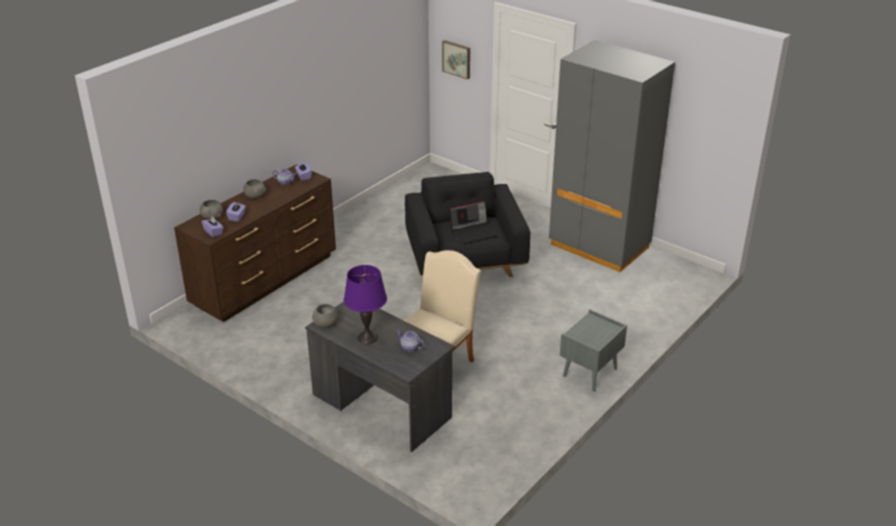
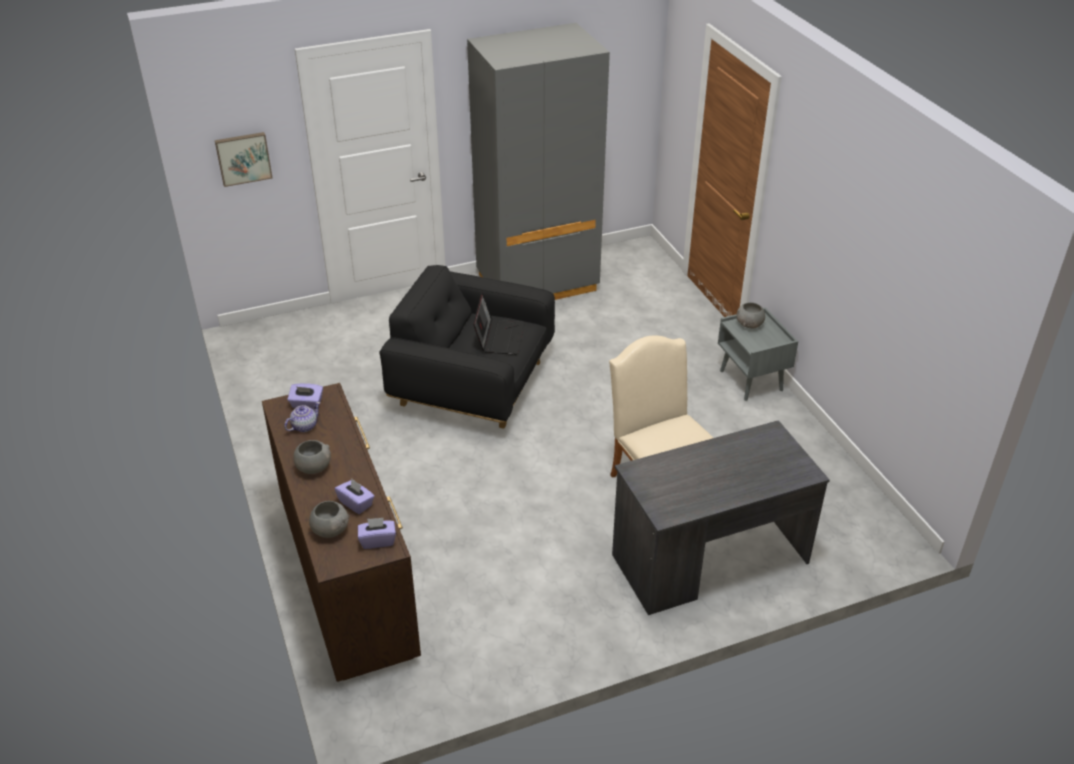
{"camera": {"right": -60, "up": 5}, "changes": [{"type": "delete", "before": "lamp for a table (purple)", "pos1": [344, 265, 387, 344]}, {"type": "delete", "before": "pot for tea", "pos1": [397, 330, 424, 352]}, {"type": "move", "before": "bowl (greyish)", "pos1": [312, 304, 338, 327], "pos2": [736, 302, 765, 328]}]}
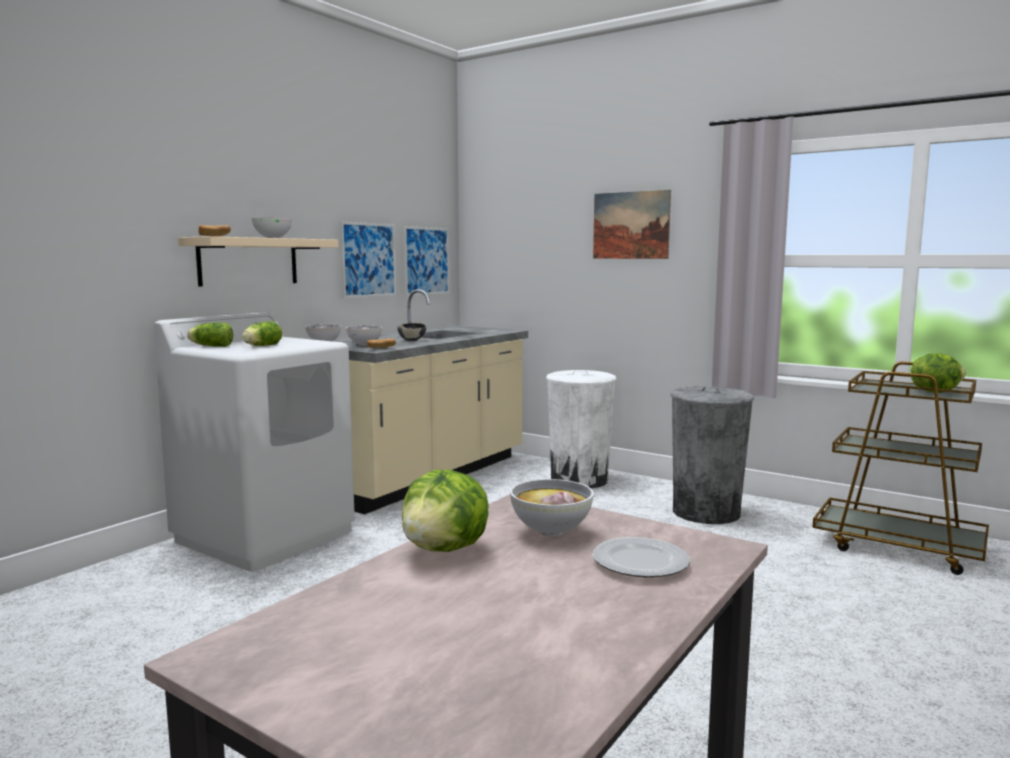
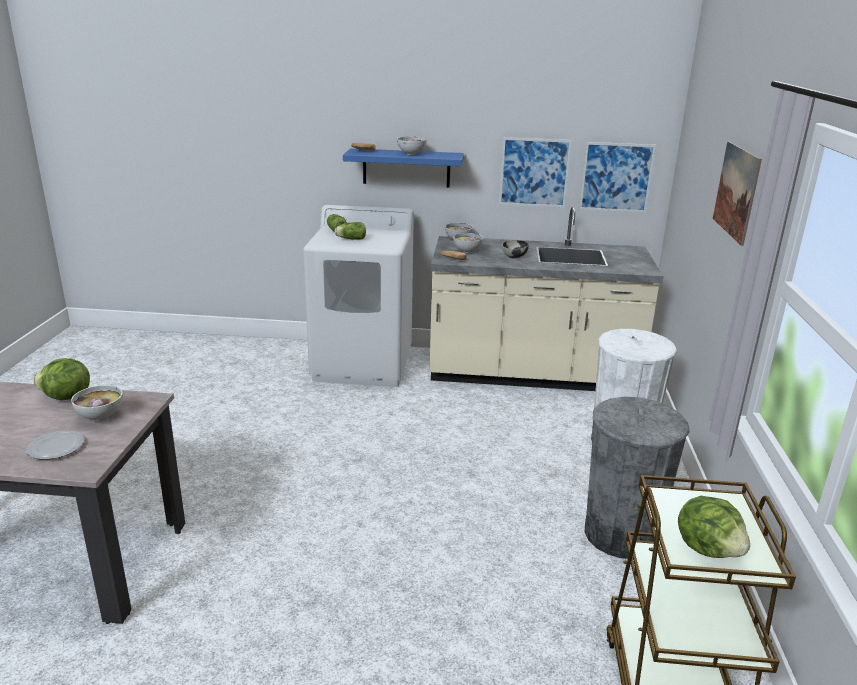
{"camera": {"right": 60, "up": 15}, "changes": [{"type": "recolor", "before": "wall shelf (sand-coloured)", "after": "wall shelf (blue)", "pos1": [178, 236, 339, 287], "pos2": [343, 148, 464, 188]}]}
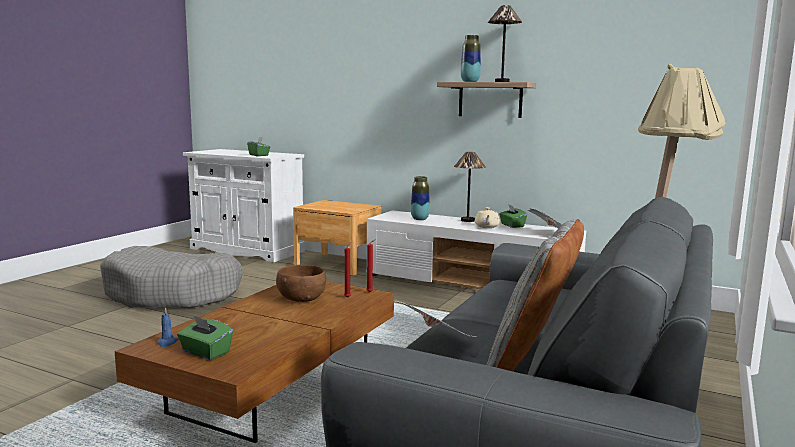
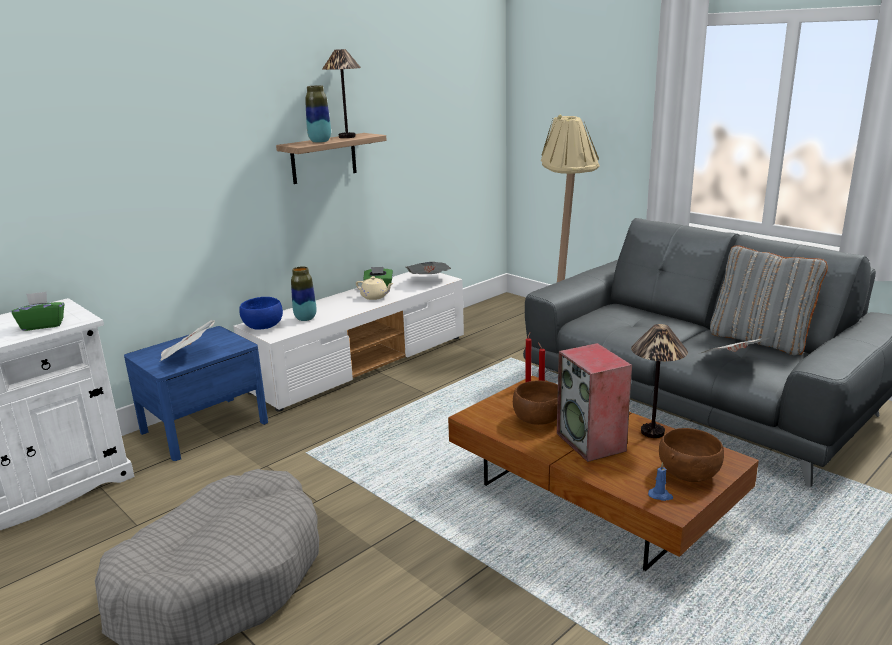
{"camera": {"right": -70, "up": 10}, "changes": [{"type": "insert", "after": "daily paper", "pos2": [160, 320, 215, 361]}, {"type": "insert", "after": "bowl (blue)", "pos2": [239, 297, 283, 329]}, {"type": "insert", "after": "speaker", "pos2": [557, 343, 632, 462]}, {"type": "move", "before": "lamp for a table", "pos1": [454, 152, 486, 222], "pos2": [631, 324, 688, 438]}, {"type": "replace", "before": "tissue holder (green)", "after": "bowl (brownish)", "pos1": [177, 315, 233, 360], "pos2": [659, 428, 724, 482]}, {"type": "recolor", "before": "bedside table (brownish)", "after": "bedside table (blue)", "pos1": [293, 200, 382, 276], "pos2": [124, 326, 268, 461]}]}
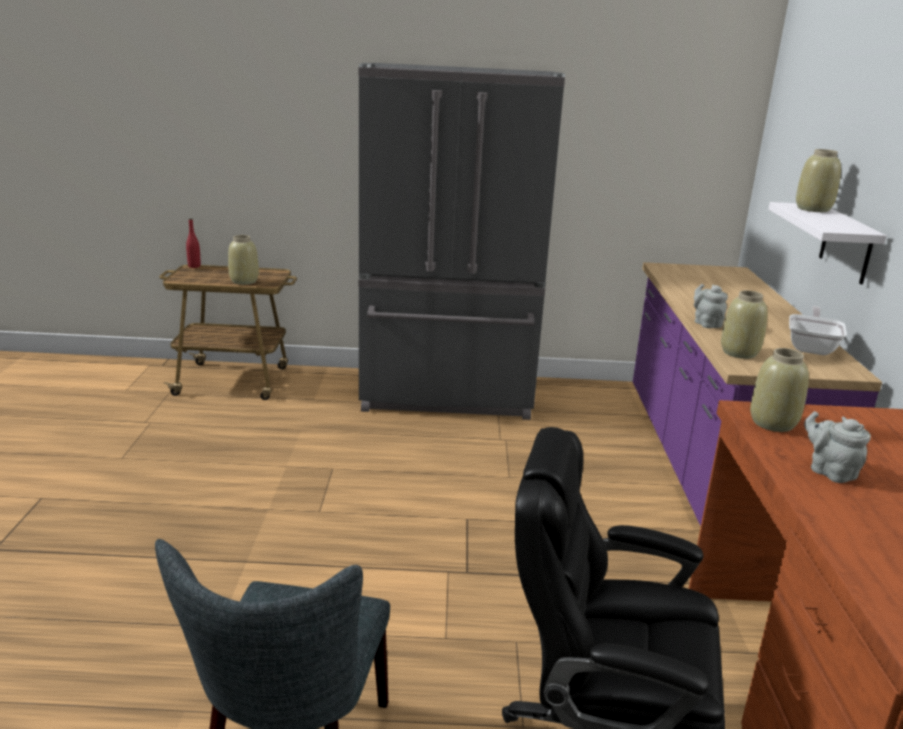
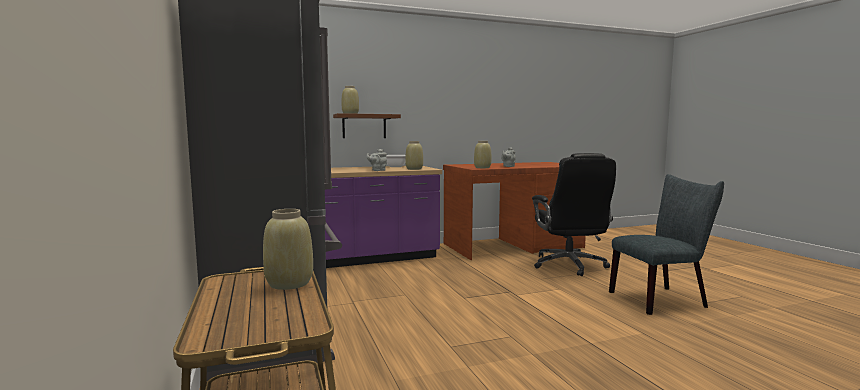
{"camera": {"right": -110, "up": -15}, "changes": [{"type": "delete", "before": "beverage bottle (reddish)", "pos1": [186, 218, 201, 268]}, {"type": "recolor", "before": "wall shelf (white-coloured)", "after": "wall shelf (brownish)", "pos1": [768, 202, 887, 285], "pos2": [333, 113, 401, 138]}]}
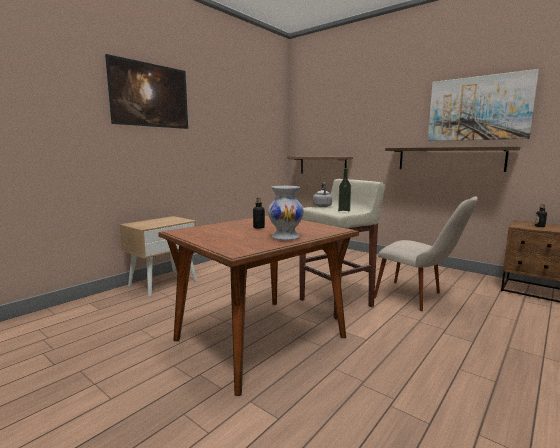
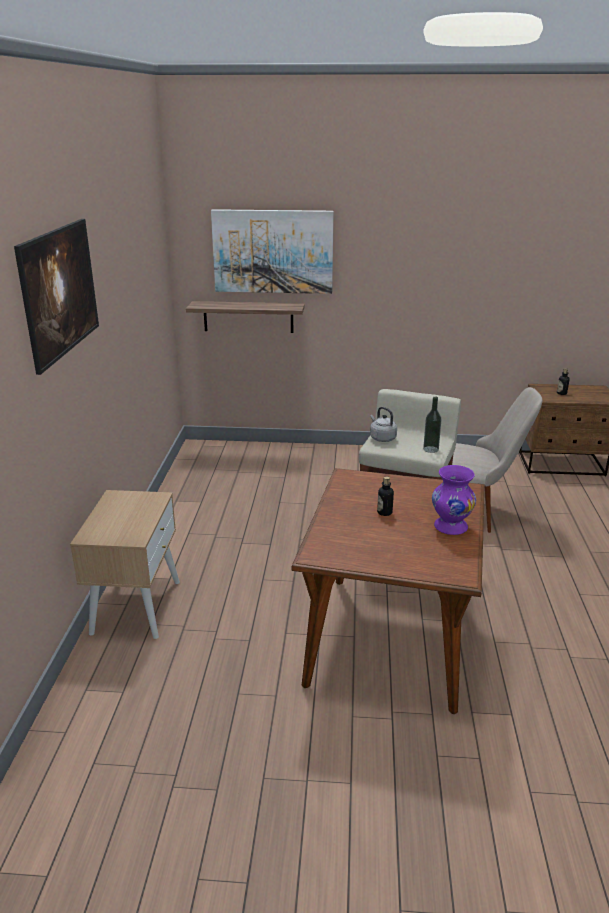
{"camera": {"right": -35, "up": 15}, "changes": [{"type": "delete", "before": "wall shelf", "pos1": [385, 146, 520, 172]}, {"type": "move", "before": "wall art", "pos1": [428, 69, 539, 141], "pos2": [211, 209, 334, 294]}, {"type": "recolor", "before": "flower vase (white-coloured)", "after": "flower vase (purple)", "pos1": [268, 186, 304, 240], "pos2": [432, 465, 476, 535]}]}
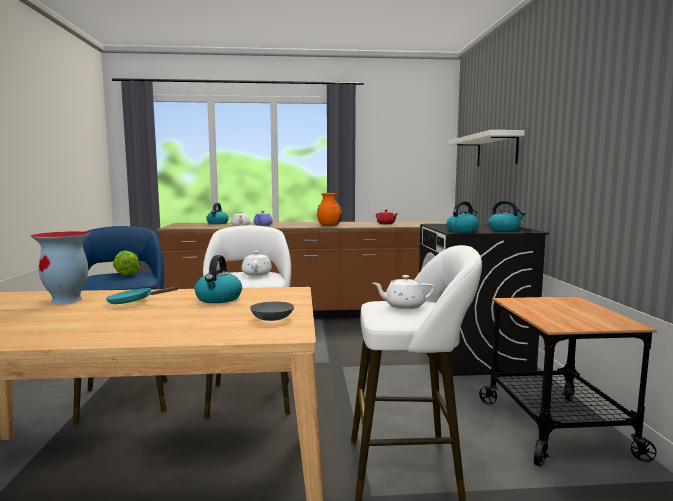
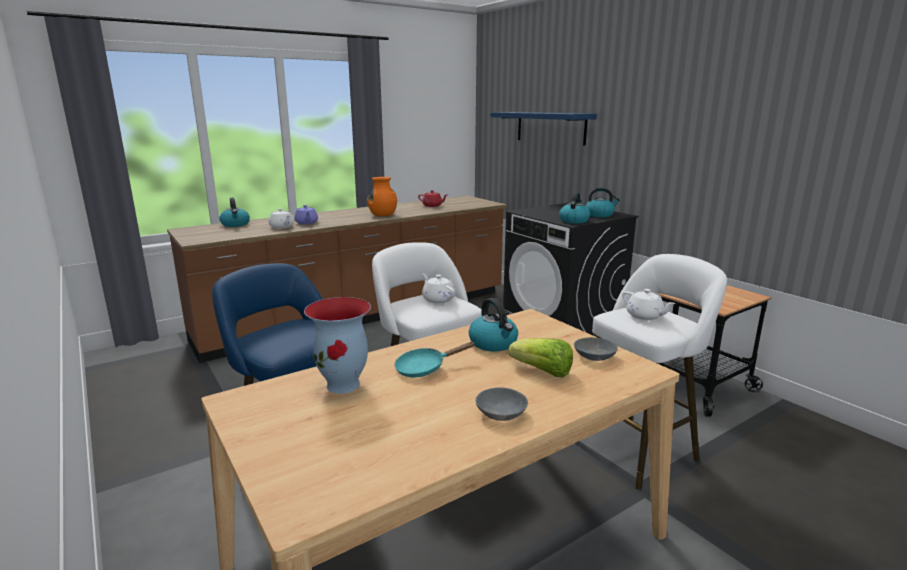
{"camera": {"right": -30, "up": 10}, "changes": [{"type": "insert", "after": "bowl (greyish)", "pos2": [476, 388, 528, 421]}, {"type": "move", "before": "lettuce", "pos1": [113, 251, 140, 276], "pos2": [508, 338, 573, 378]}, {"type": "recolor", "before": "wall shelf (white-coloured)", "after": "wall shelf (blue)", "pos1": [448, 130, 525, 167], "pos2": [490, 112, 597, 145]}, {"type": "rotate", "before": "pot for tea (white-coloured)", "pos1": [372, 275, 435, 309], "pos2": [622, 289, 676, 320], "turn": -90}]}
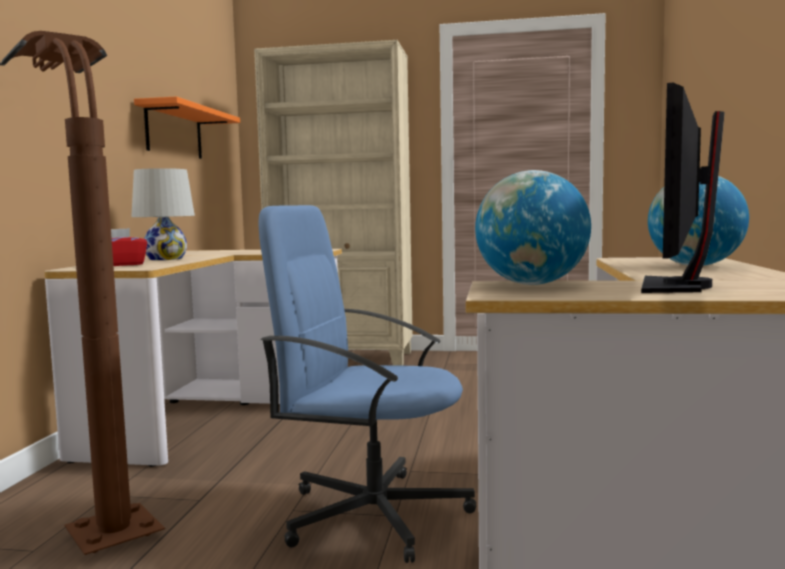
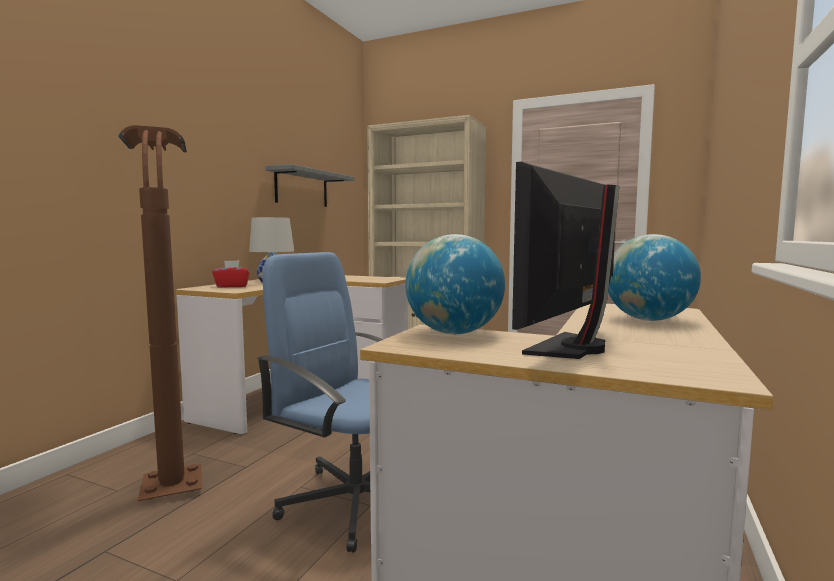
{"camera": {"right": 15, "up": 0}, "changes": [{"type": "recolor", "before": "wall shelf (orange-coloured)", "after": "wall shelf (greyish)", "pos1": [134, 96, 240, 159], "pos2": [265, 164, 355, 207]}]}
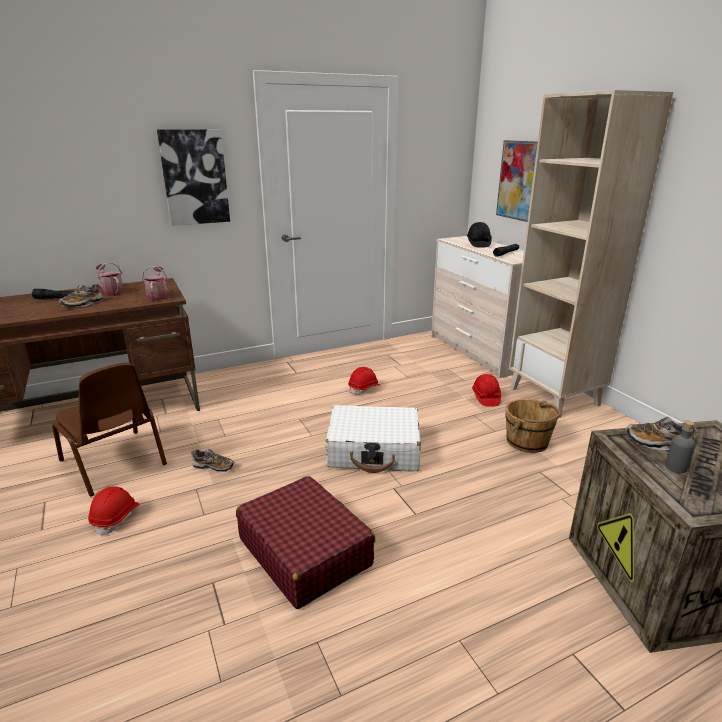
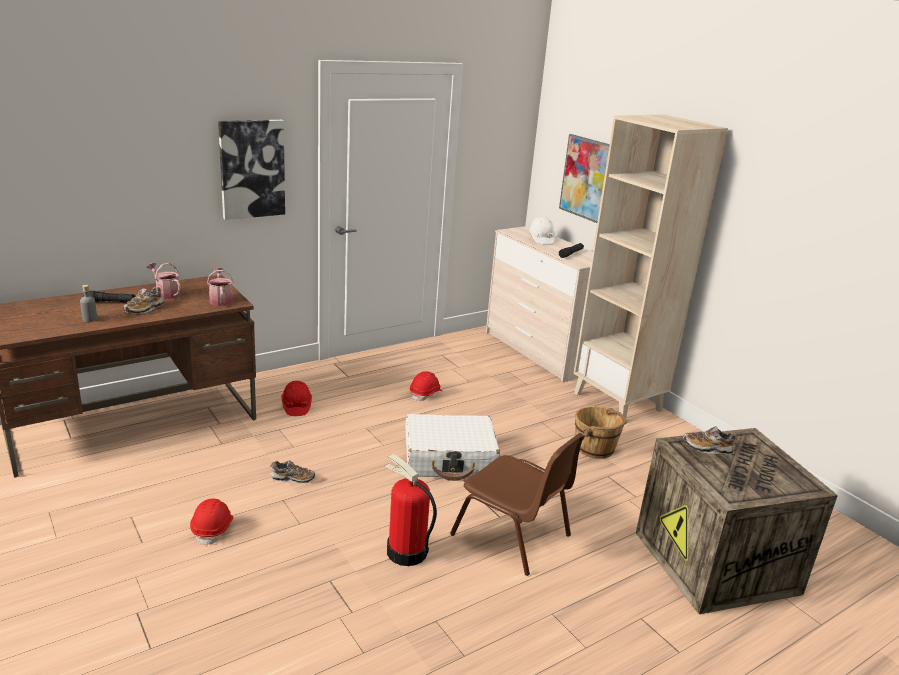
{"camera": {"right": -10, "up": 0}, "changes": [{"type": "move", "before": "plain chair (brownish)", "pos1": [52, 362, 167, 496], "pos2": [450, 433, 585, 576]}, {"type": "move", "before": "work helmet (reddish)", "pos1": [472, 374, 501, 407], "pos2": [282, 381, 312, 416]}, {"type": "move", "before": "beverage bottle (greyish)", "pos1": [665, 420, 695, 473], "pos2": [80, 285, 97, 322]}, {"type": "replace", "before": "piece of luggage (reddish)", "after": "extinguisher", "pos1": [236, 476, 375, 609], "pos2": [385, 454, 437, 566]}, {"type": "recolor", "before": "work helmet (black-coloured)", "after": "work helmet (white-coloured)", "pos1": [467, 222, 492, 247], "pos2": [529, 217, 555, 245]}]}
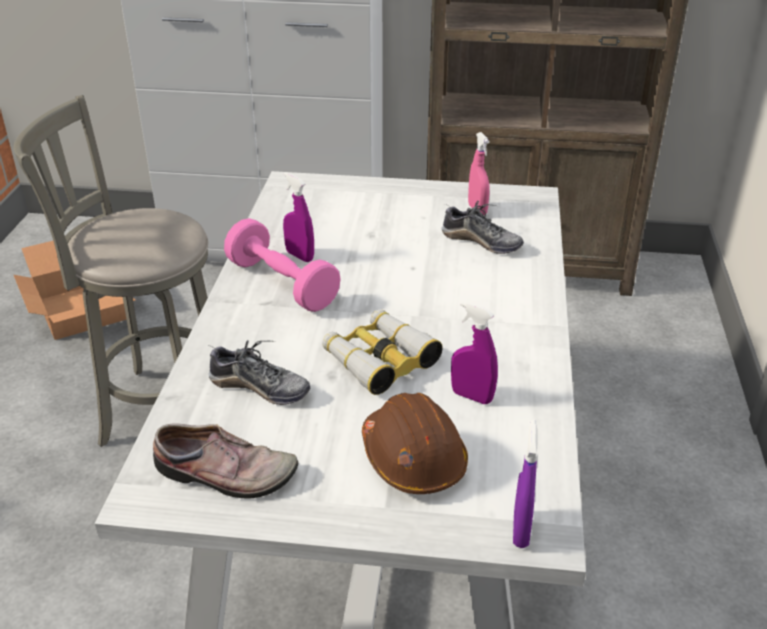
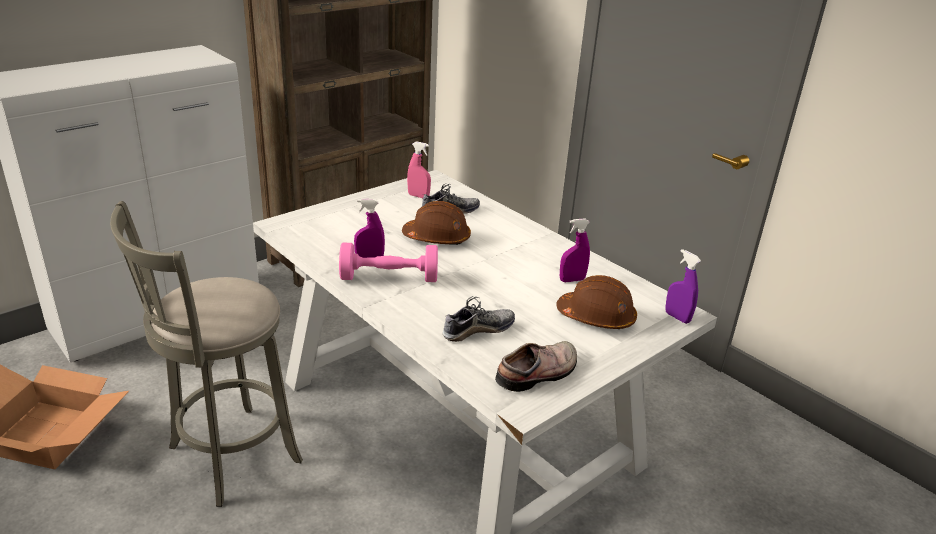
{"camera": {"right": -50, "up": -5}, "changes": [{"type": "delete", "before": "field glasses", "pos1": [322, 309, 443, 395]}, {"type": "insert", "after": "work helmet (brownish)", "pos2": [402, 201, 471, 245]}]}
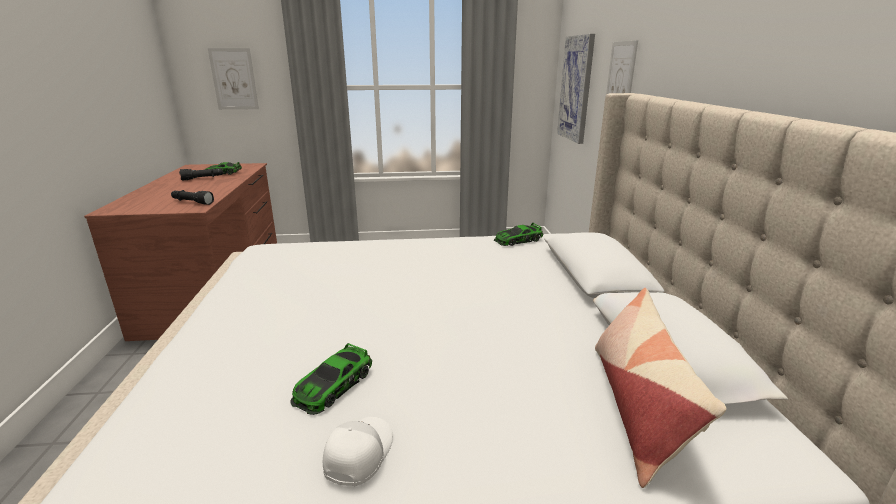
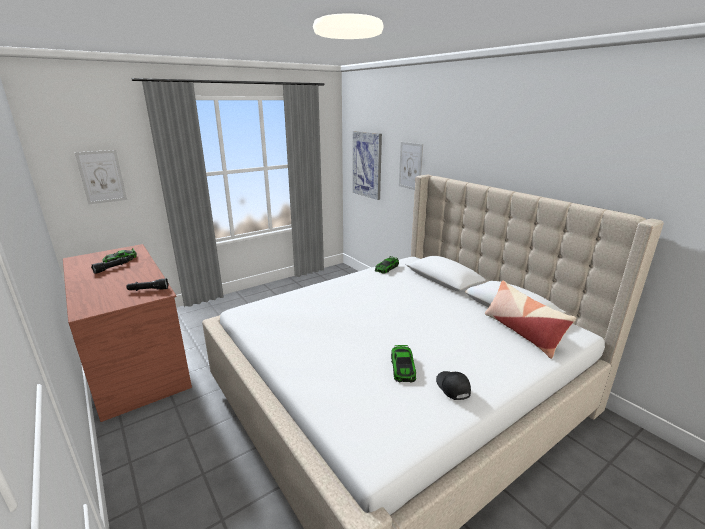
{"camera": {"right": -30, "up": 0}, "changes": [{"type": "recolor", "before": "cap (white-coloured)", "after": "cap (black-coloured)", "pos1": [323, 417, 393, 487], "pos2": [436, 371, 471, 400]}]}
